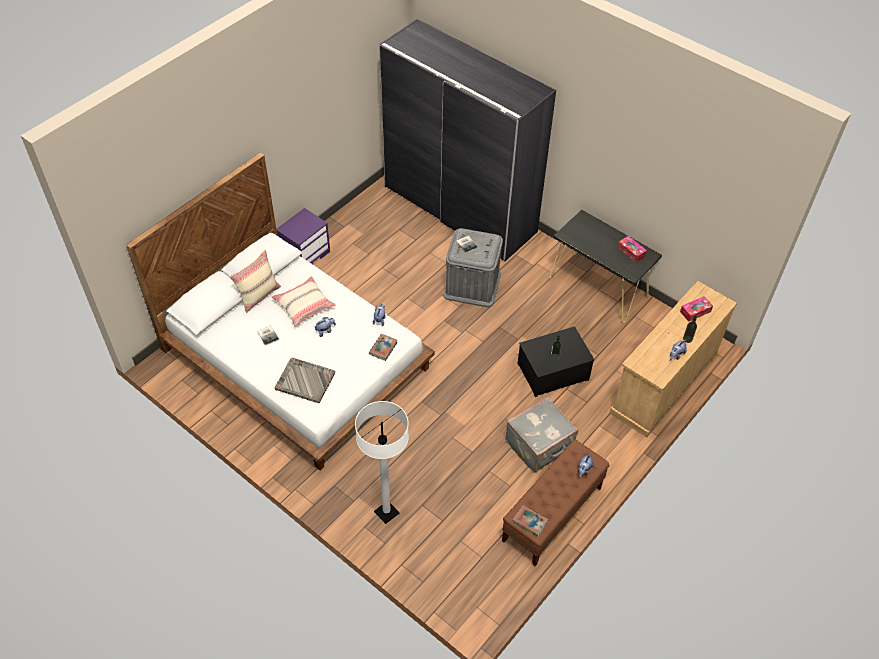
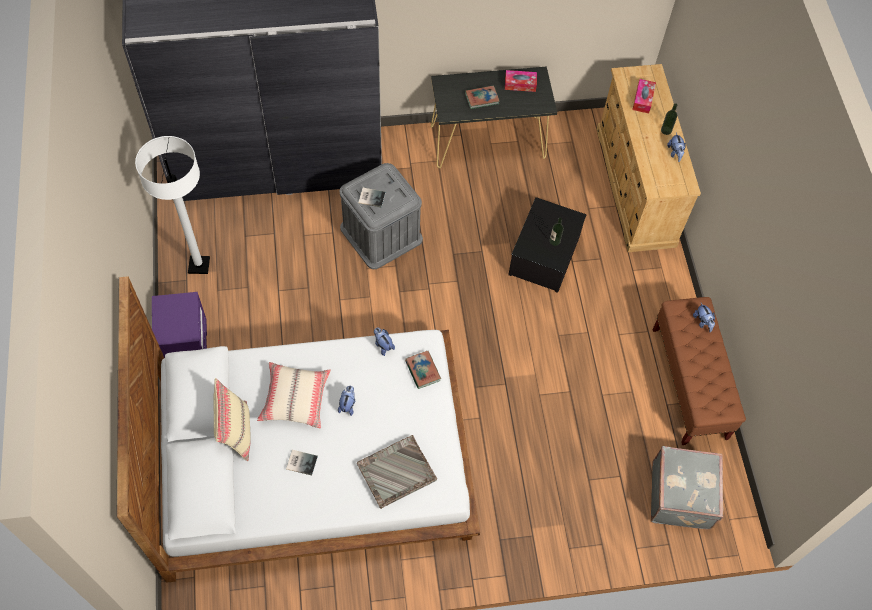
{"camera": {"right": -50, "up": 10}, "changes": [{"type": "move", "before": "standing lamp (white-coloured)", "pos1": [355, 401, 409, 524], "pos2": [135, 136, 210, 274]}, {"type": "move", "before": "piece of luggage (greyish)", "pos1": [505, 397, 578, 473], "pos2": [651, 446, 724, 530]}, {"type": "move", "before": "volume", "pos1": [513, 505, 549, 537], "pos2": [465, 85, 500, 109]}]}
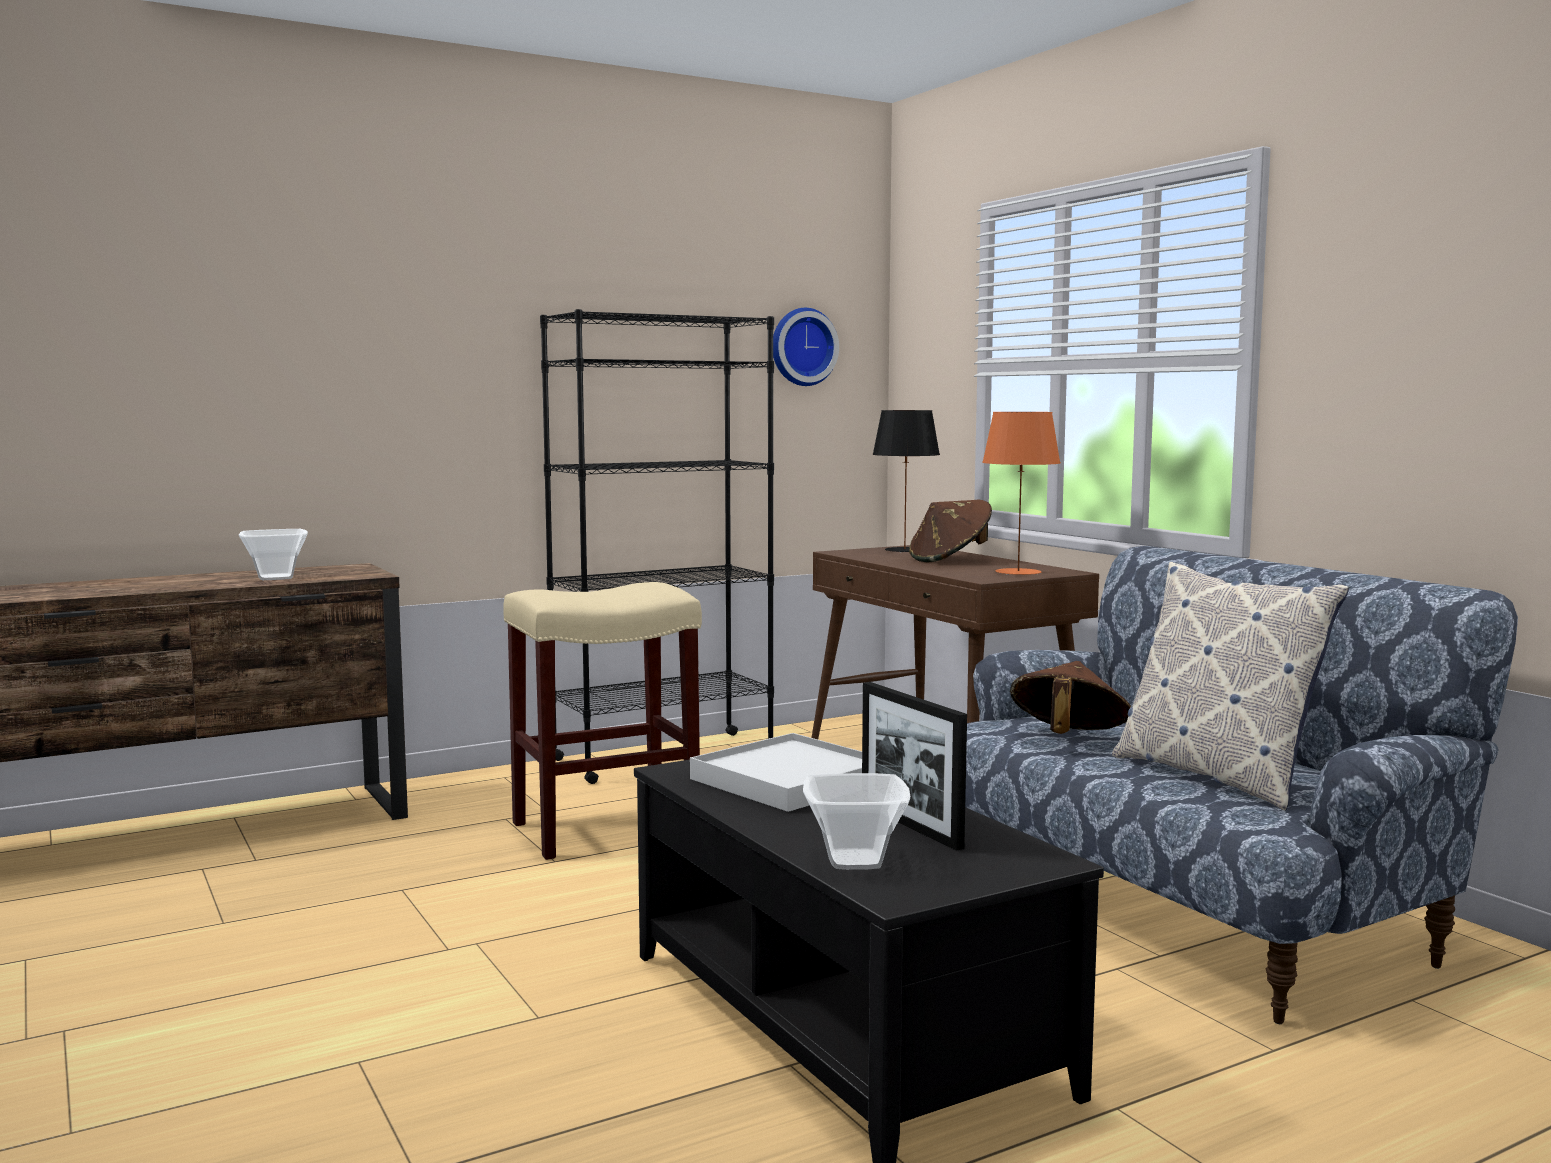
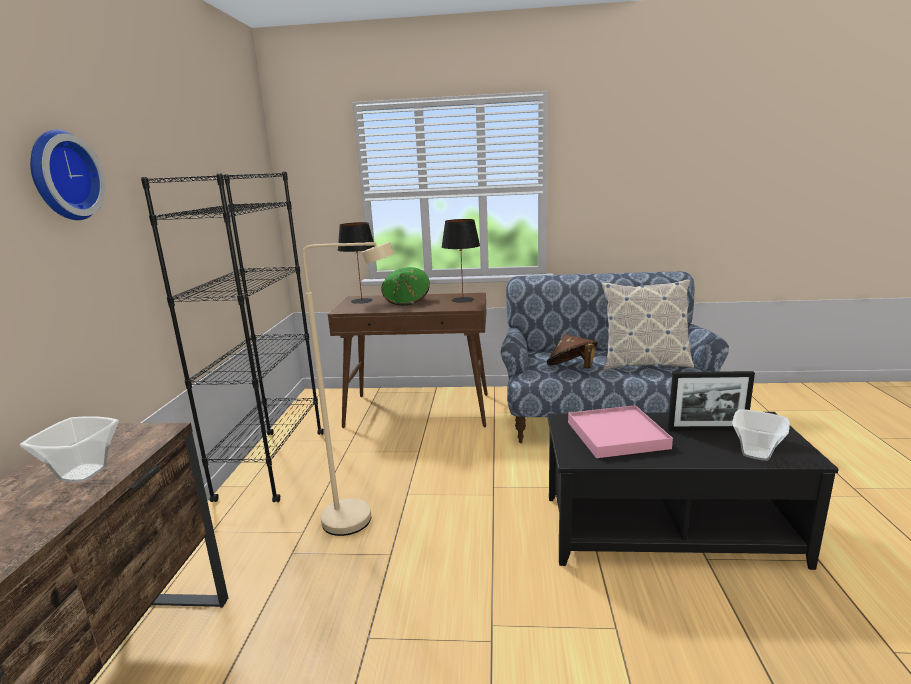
{"camera": {"right": -55, "up": 10}, "changes": [{"type": "move", "before": "wall clock", "pos1": [773, 308, 839, 386], "pos2": [30, 129, 106, 220]}, {"type": "replace", "before": "stool (sand-coloured)", "after": "standing lamp (sand-coloured)", "pos1": [503, 582, 702, 860], "pos2": [302, 242, 394, 536]}, {"type": "recolor", "before": "carrying tray (white-coloured)", "after": "carrying tray (pinkish)", "pos1": [690, 733, 862, 812], "pos2": [568, 405, 673, 458]}, {"type": "recolor", "before": "hat (brownish)", "after": "hat (green)", "pos1": [909, 500, 992, 562], "pos2": [381, 267, 430, 306]}, {"type": "recolor", "before": "lamp for a table (orange-coloured)", "after": "lamp for a table (black-coloured)", "pos1": [982, 412, 1061, 575], "pos2": [442, 219, 480, 303]}]}
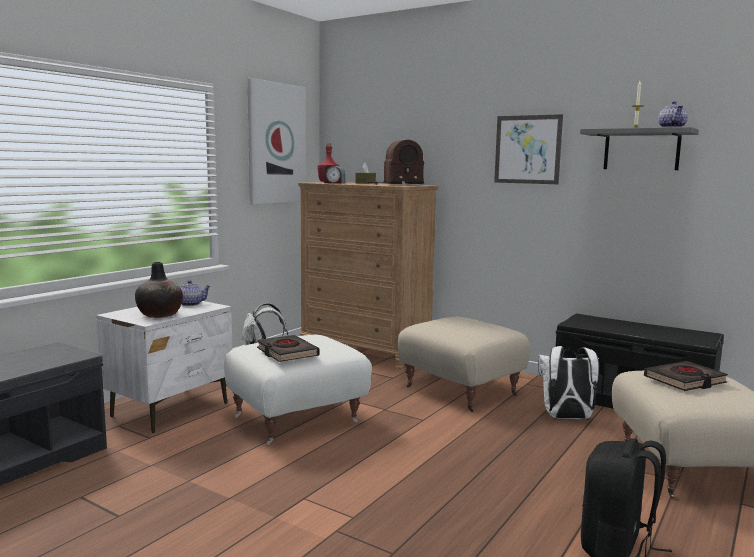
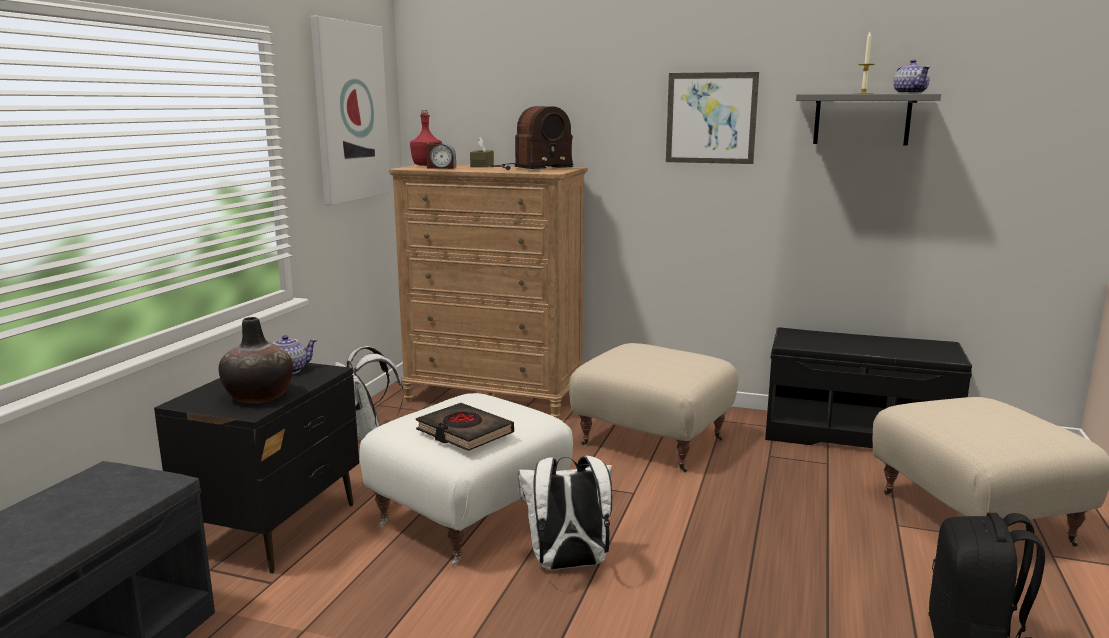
{"camera": {"right": -15, "up": 5}, "changes": [{"type": "delete", "before": "volume (black-coloured)", "pos1": [644, 361, 728, 391]}, {"type": "move", "before": "rucksack (white-coloured)", "pos1": [538, 346, 599, 419], "pos2": [518, 456, 612, 570]}, {"type": "recolor", "before": "bedside table (white-coloured)", "after": "bedside table (black-coloured)", "pos1": [96, 301, 232, 433], "pos2": [154, 363, 359, 573]}]}
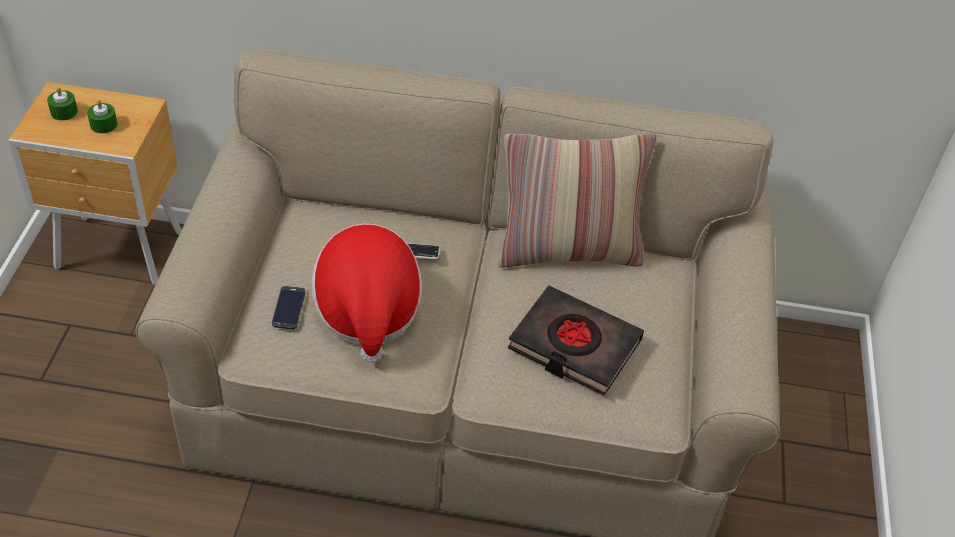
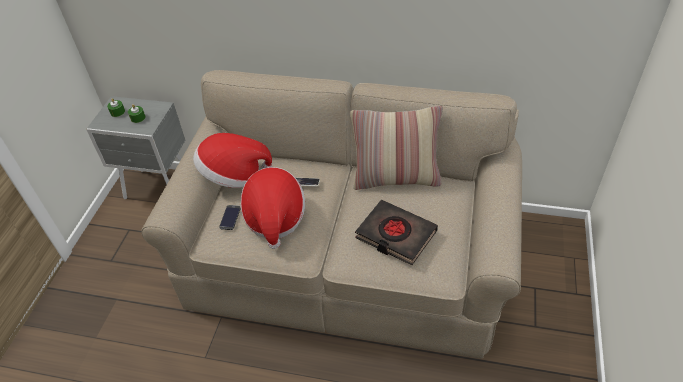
{"camera": {"right": 10, "up": 0}, "changes": [{"type": "insert", "after": "hat", "pos2": [193, 133, 272, 188]}, {"type": "recolor", "before": "bedside table (brownish)", "after": "bedside table (greyish)", "pos1": [8, 82, 182, 285], "pos2": [86, 96, 185, 199]}]}
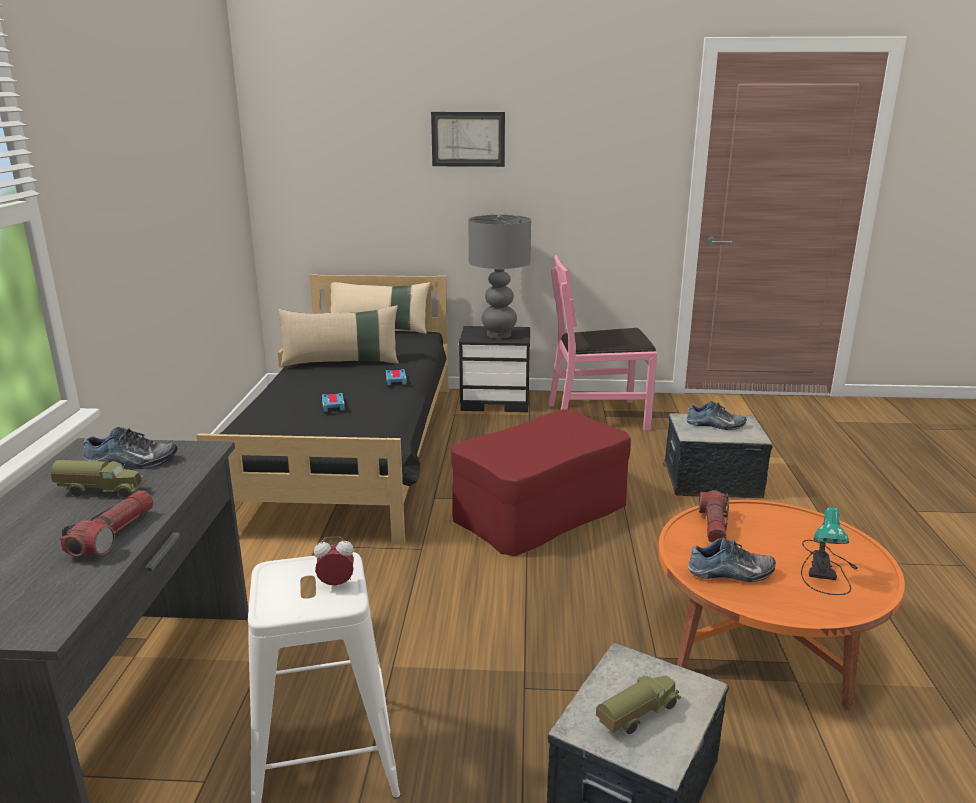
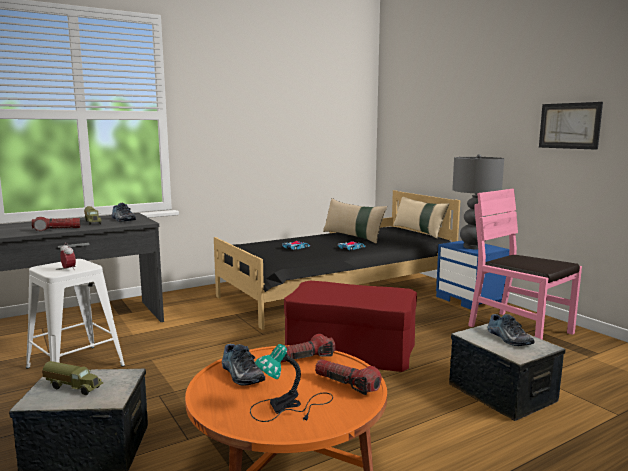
{"camera": {"right": 55, "up": -10}, "changes": [{"type": "insert", "after": "flashlight", "pos2": [315, 359, 382, 395]}, {"type": "move", "before": "wall art", "pos1": [431, 112, 505, 167], "pos2": [539, 102, 603, 150]}, {"type": "recolor", "before": "bedside table (black-coloured)", "after": "bedside table (blue)", "pos1": [459, 326, 530, 412], "pos2": [436, 240, 509, 310]}]}
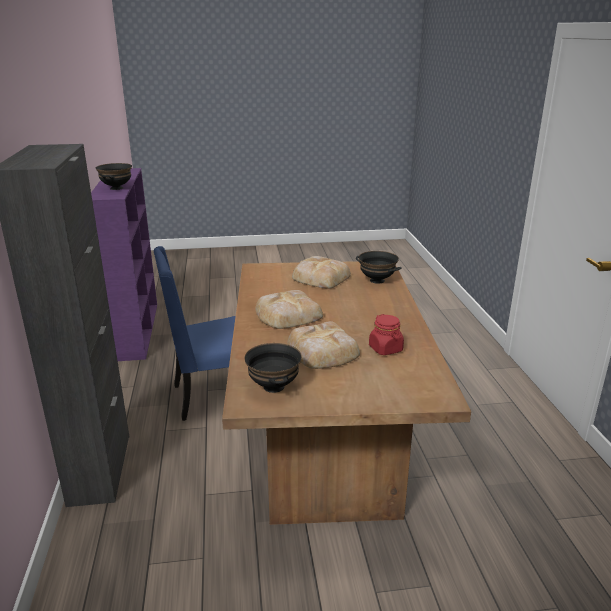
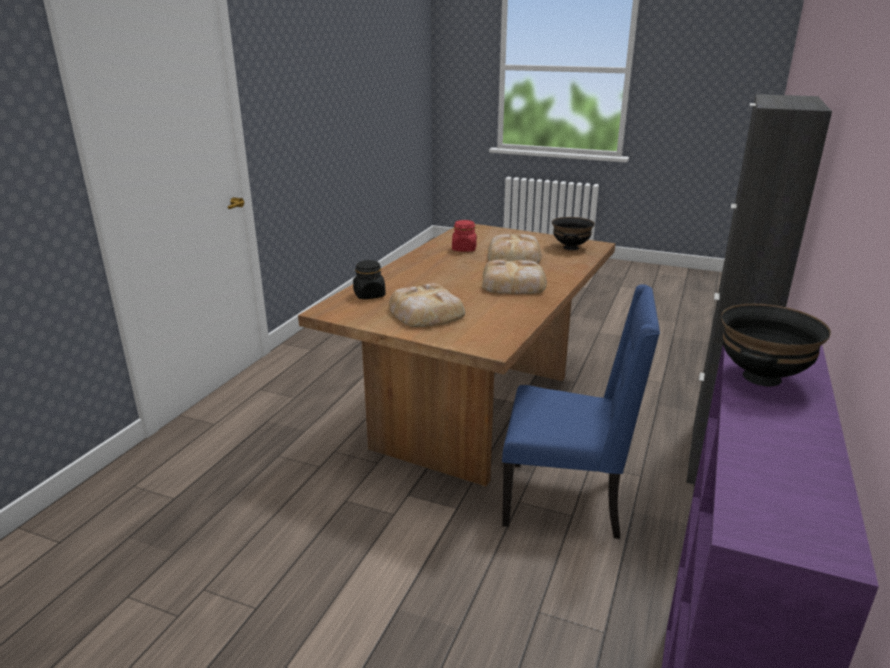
{"camera": {"right": -150, "up": 0}, "changes": [{"type": "replace", "before": "bowl (black-coloured)", "after": "preserve jar (black-coloured)", "pos1": [356, 251, 402, 284], "pos2": [353, 260, 386, 299]}]}
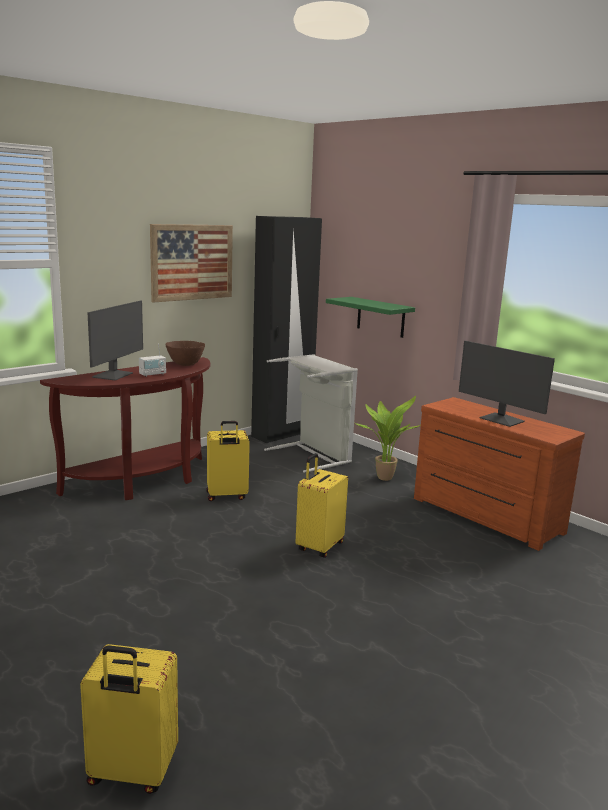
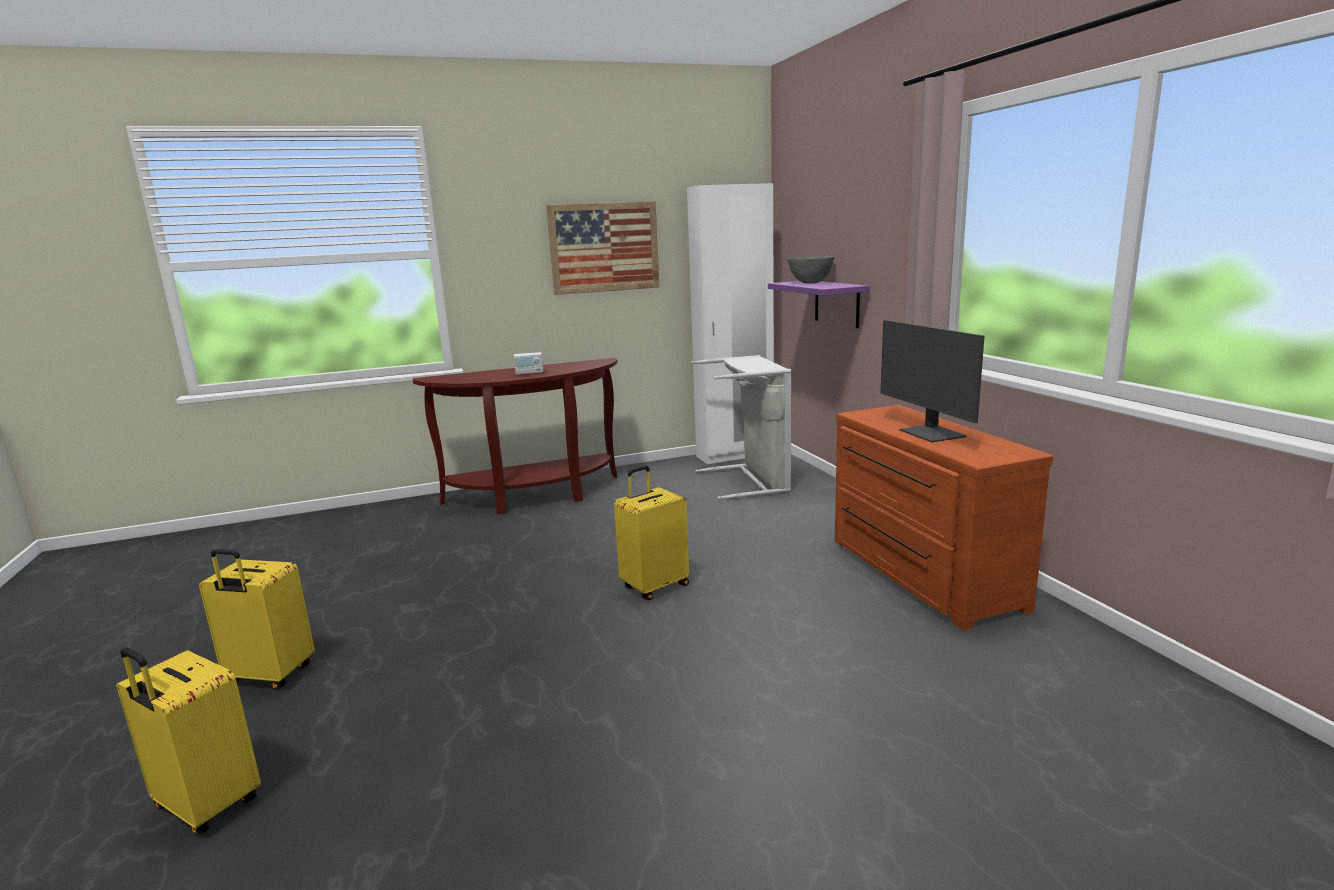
{"camera": {"right": 25, "up": 0}, "changes": [{"type": "delete", "before": "computer display", "pos1": [87, 300, 143, 380]}, {"type": "delete", "before": "bowl (brownish)", "pos1": [165, 341, 205, 366]}, {"type": "delete", "before": "plant in a pot", "pos1": [355, 396, 421, 481]}, {"type": "insert", "after": "bowl (greyish)", "pos2": [787, 256, 834, 284]}, {"type": "move", "before": "piece of luggage (yellow)", "pos1": [206, 421, 250, 501], "pos2": [199, 549, 315, 690]}, {"type": "recolor", "before": "wardrobe (black-coloured)", "after": "wardrobe (white-coloured)", "pos1": [251, 216, 322, 443], "pos2": [687, 183, 774, 465]}, {"type": "recolor", "before": "wall shelf (green)", "after": "wall shelf (purple)", "pos1": [326, 297, 415, 338], "pos2": [768, 281, 870, 328]}]}
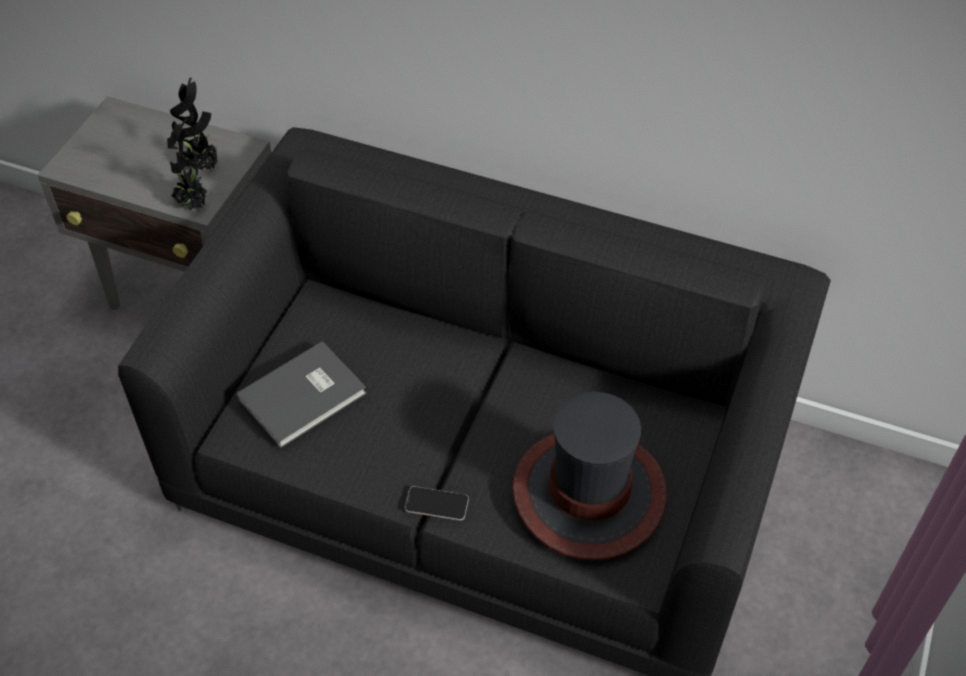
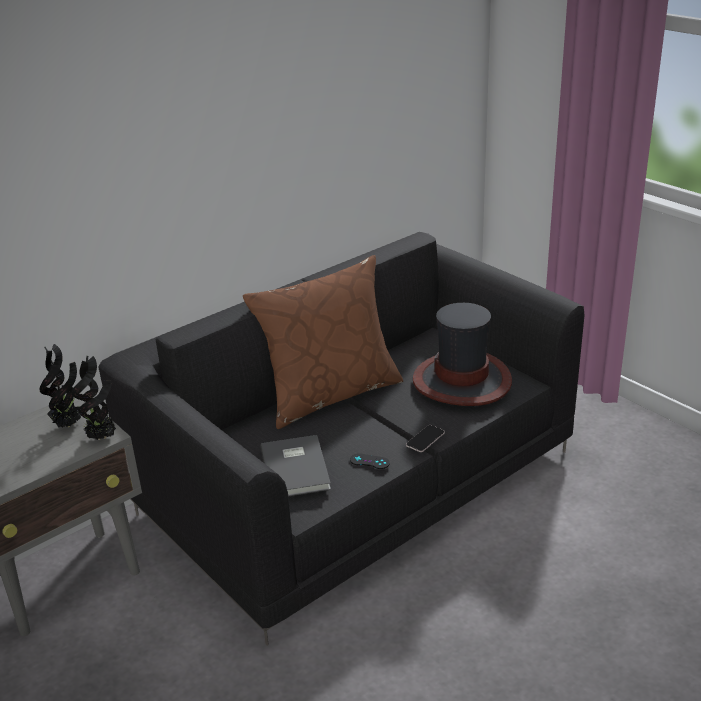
{"camera": {"right": -60, "up": -20}, "changes": [{"type": "insert", "after": "throw pillow (brownish)", "pos2": [243, 255, 403, 429]}, {"type": "insert", "after": "joypad (black-coloured)", "pos2": [350, 453, 390, 469]}]}
